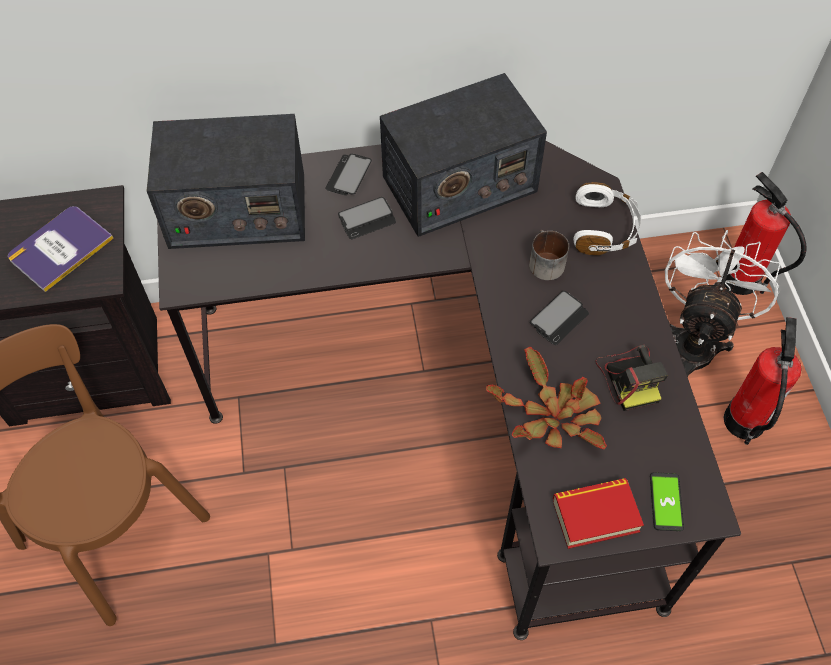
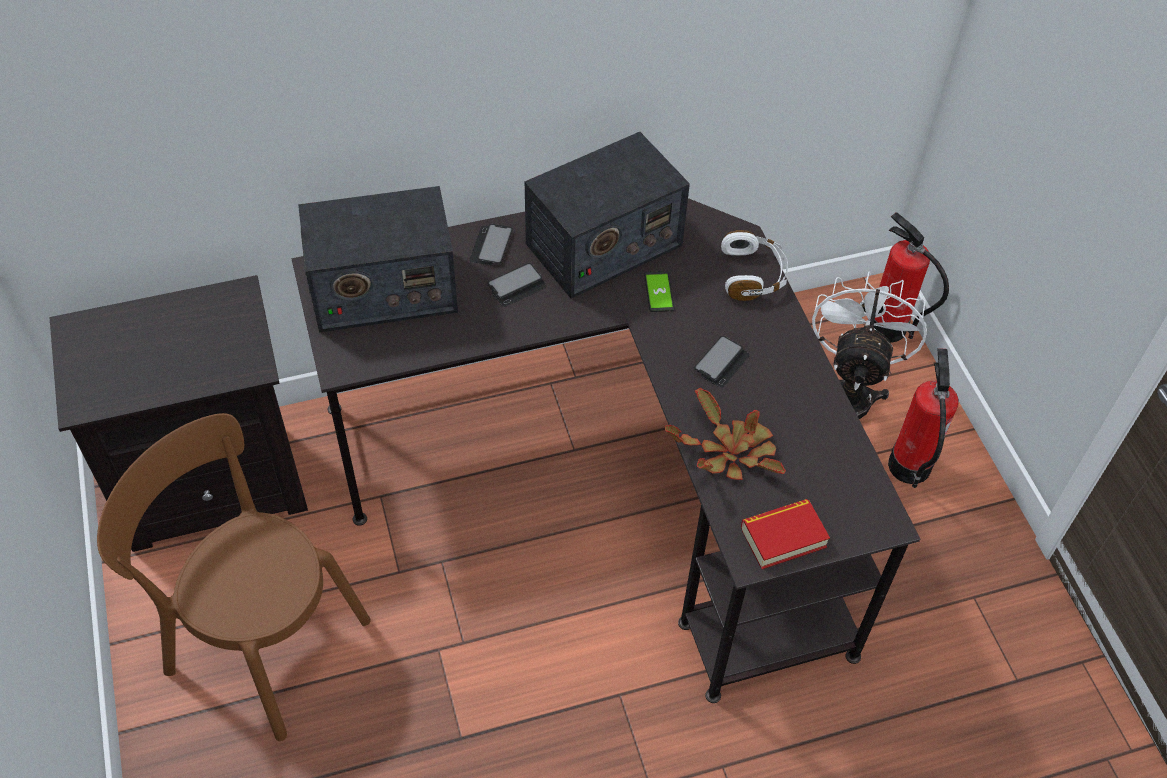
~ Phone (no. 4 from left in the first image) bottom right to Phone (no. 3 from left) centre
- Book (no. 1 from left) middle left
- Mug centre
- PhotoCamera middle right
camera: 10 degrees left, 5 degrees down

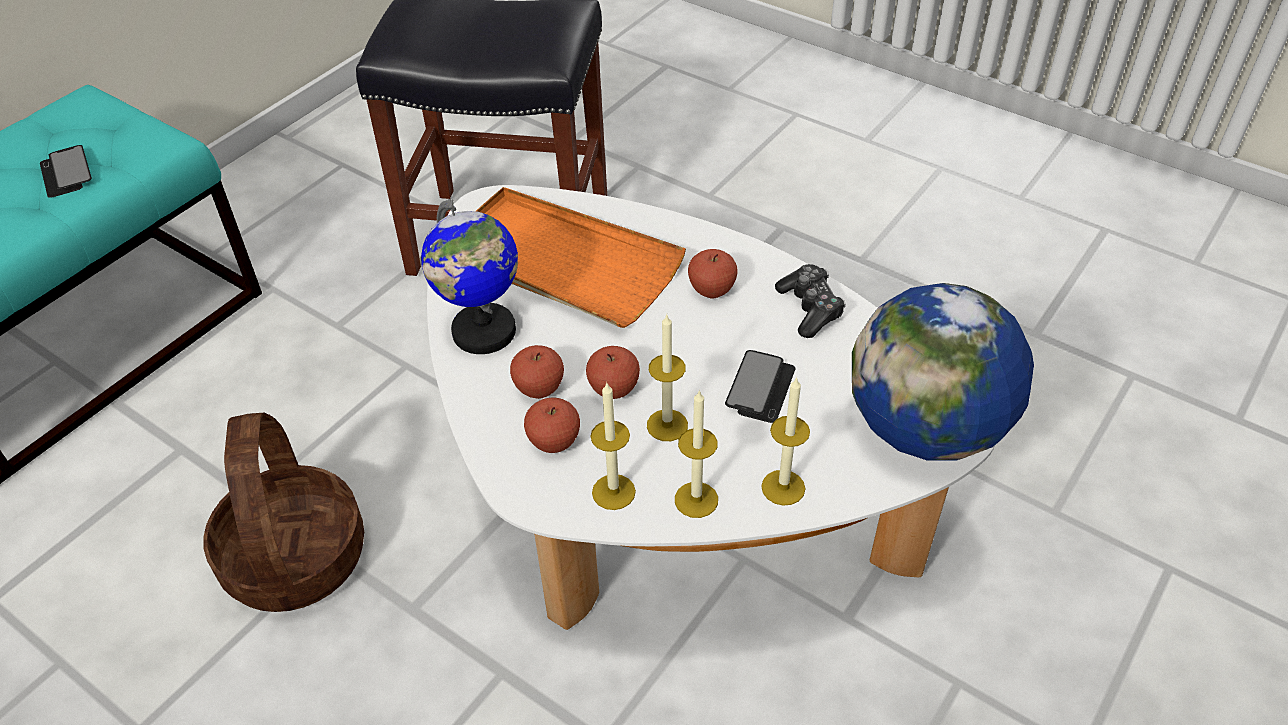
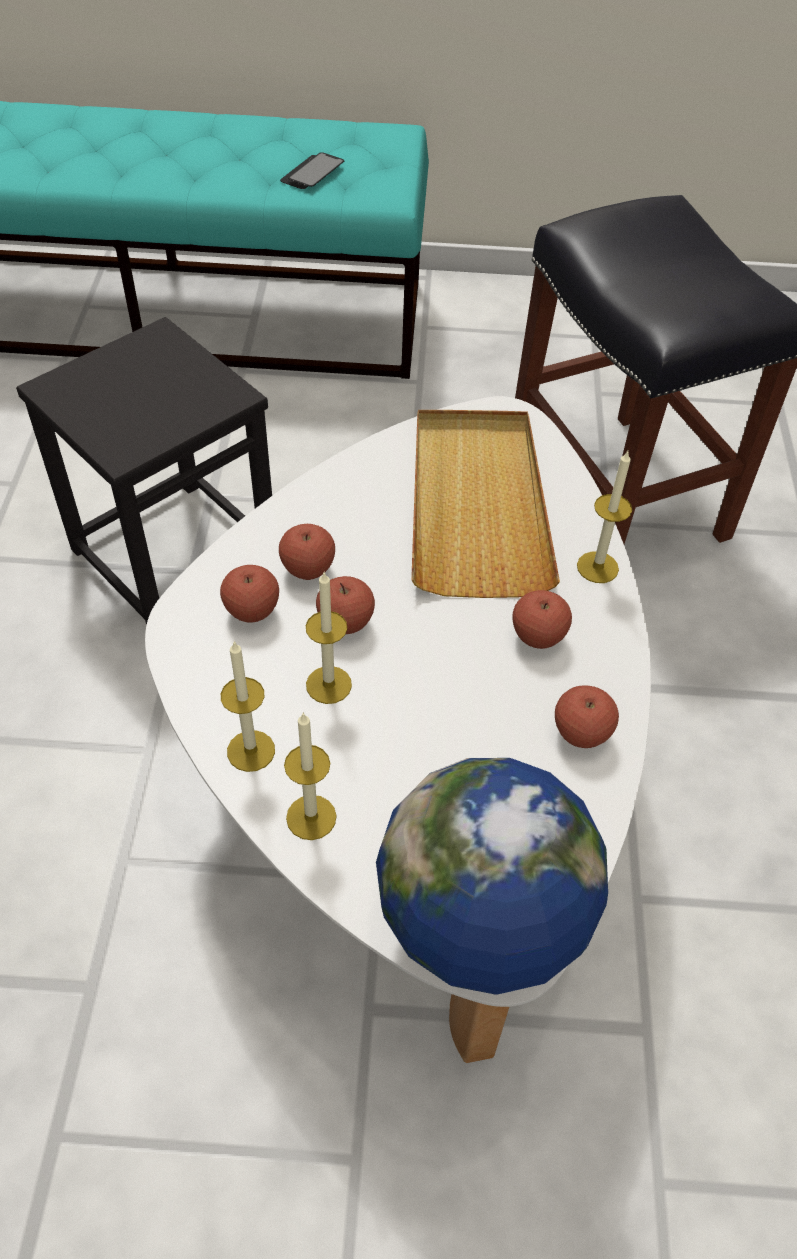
~ Basket bottom left to BlackStool (no. 1 from left) middle left
~ OrangeTray centre to BeigeTray centre
~ GameController centre to Apple (no. 5 from left) middle right
~ Candle (no. 1 from left in the first image) centre to Candle (no. 4 from left) middle right
- Globe (no. 1 from left) centre
- Phone (no. 2 from left) centre
camera: 55 degrees right, 5 degrees up

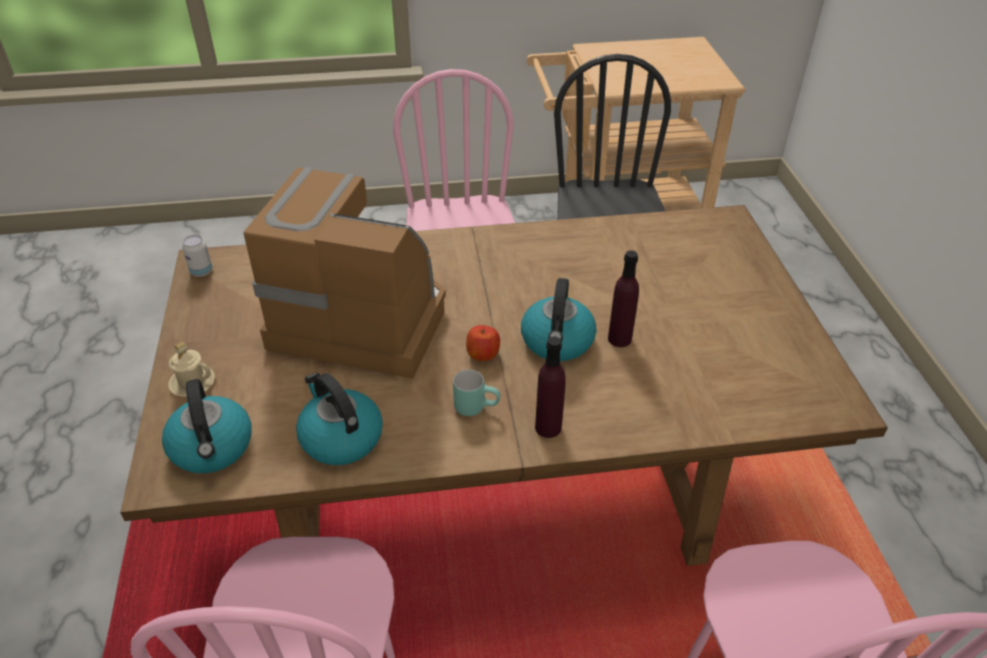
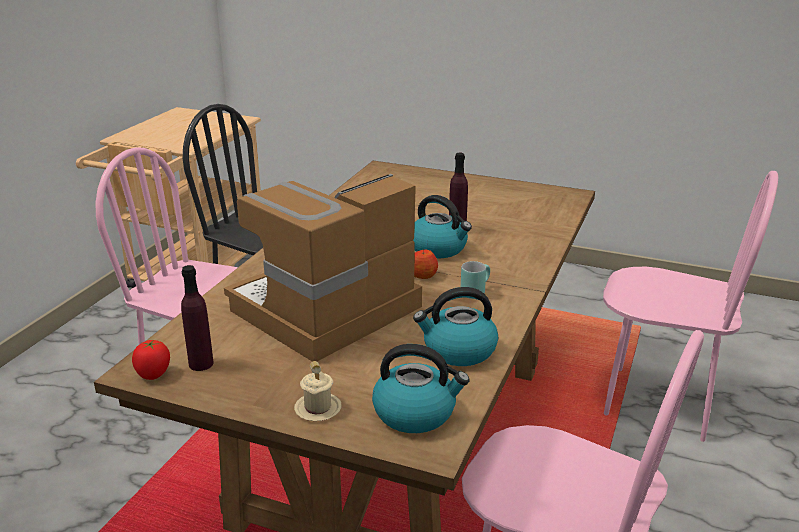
~ Can middle left to Tomato bottom left
~ PurpleBottle (no. 1 from left) centre to middle left
camera: 60 degrees left, 15 degrees down

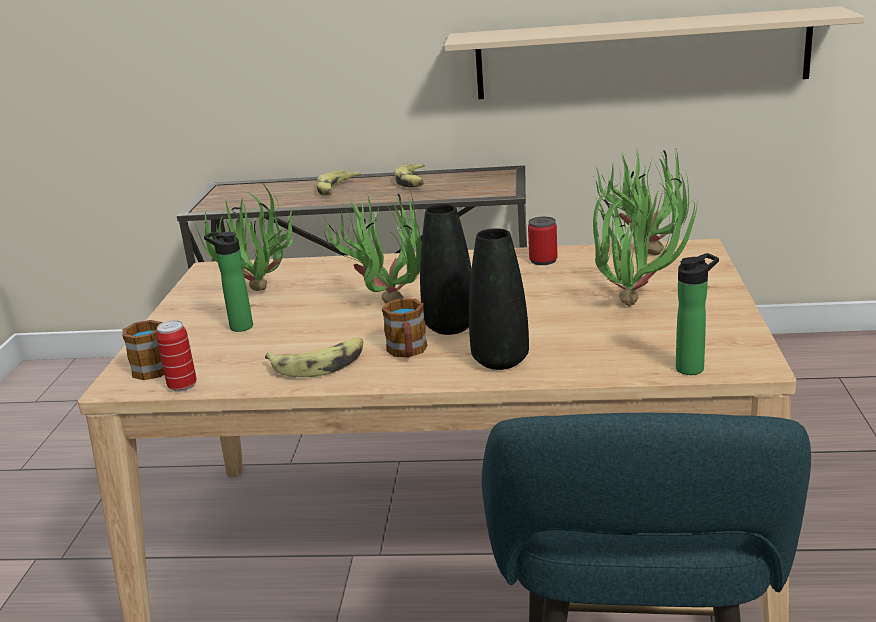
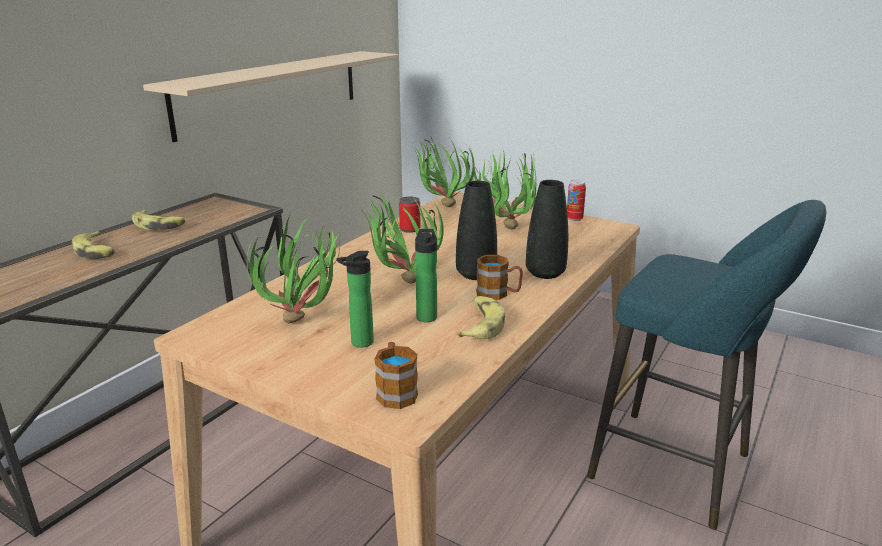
~ Bottle (no. 2 from left) middle right to centre
~ Can (no. 1 from left in the first image) middle left to Can (no. 2 from left) centre
camera: 65 degrees left, 0 degrees up

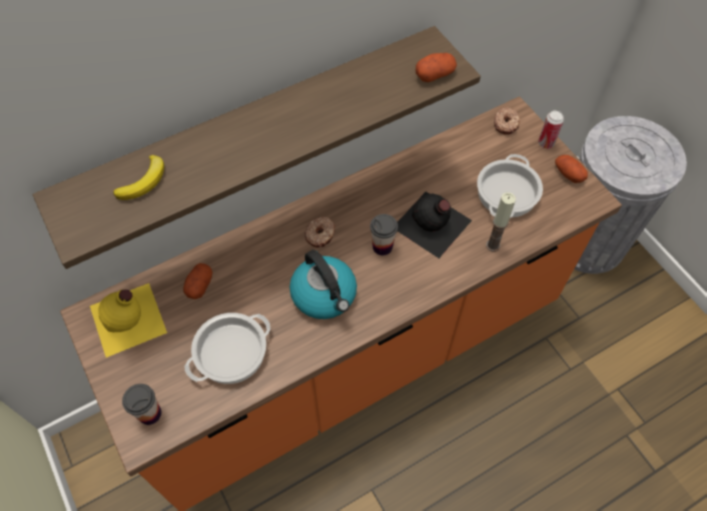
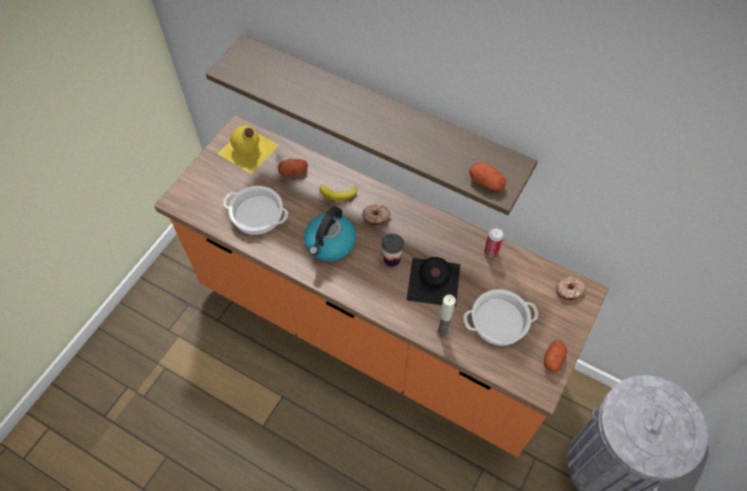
~ Banana middle left to centre
~ Can top right to centre
- Cup (no. 1 from left) bottom left
camera: 60 degrees right, 0 degrees up

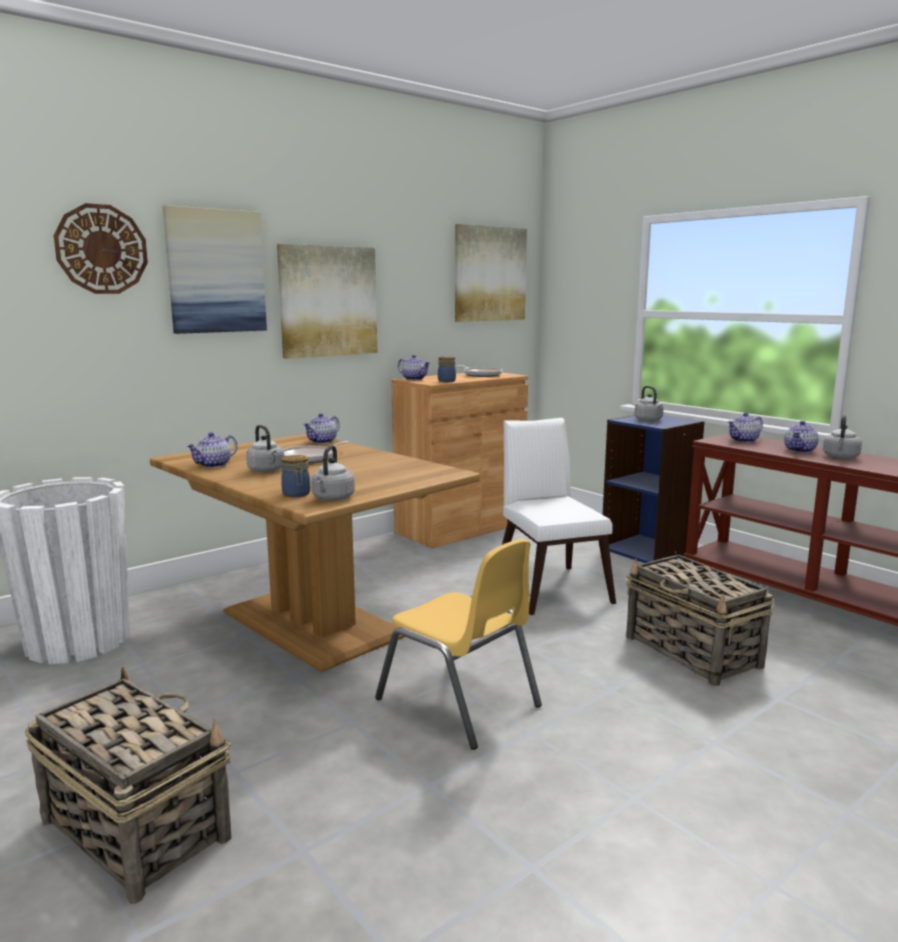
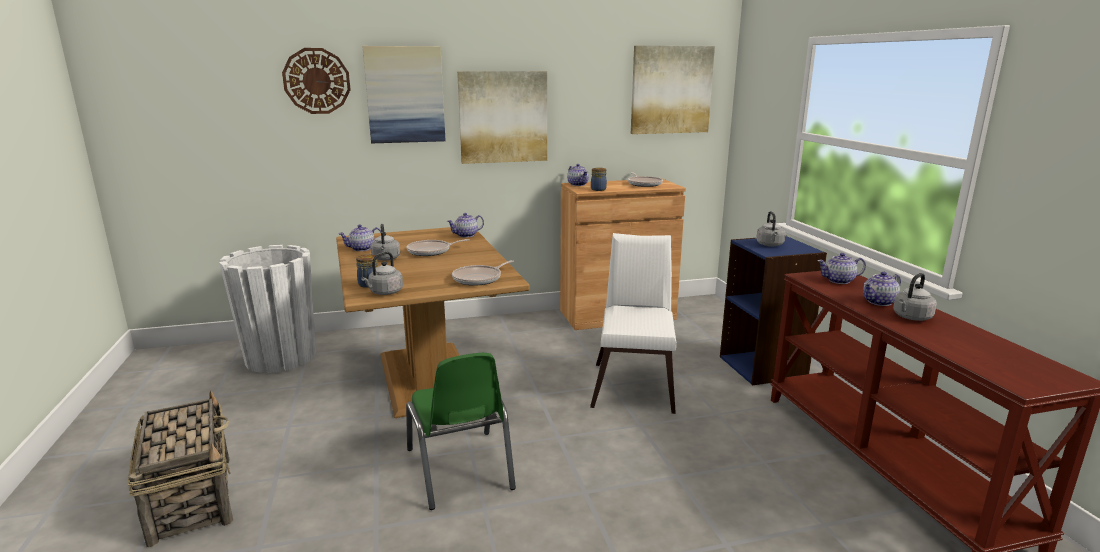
~ YellowChair bottom centre to GreenChair bottom centre
+ FryingPan (no. 2 from left) centre
- Basket (no. 2 from left) middle right
camera: 25 degrees right, 5 degrees up

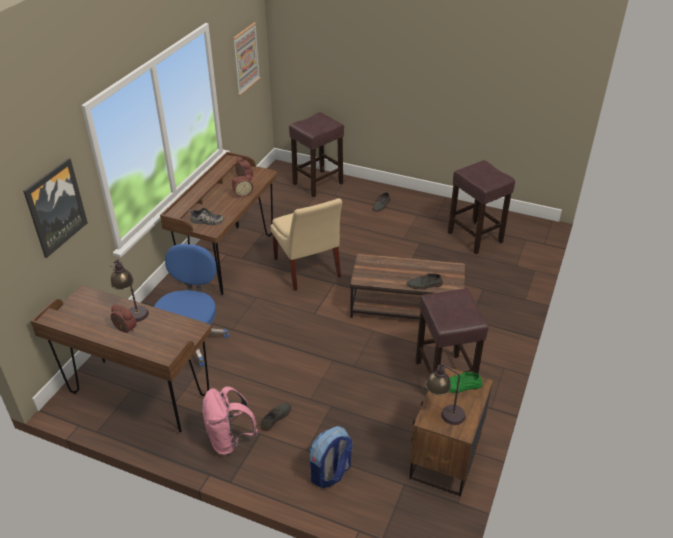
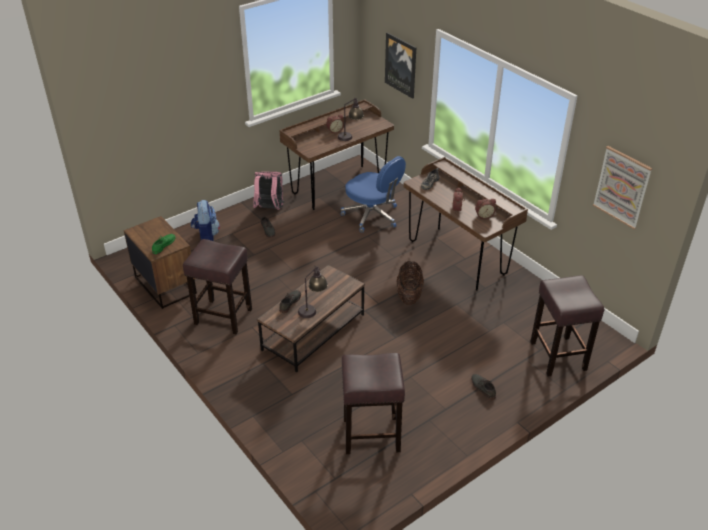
~ TableLamp (no. 2 from left in the first image) bottom centre to TableLamp (no. 1 from left) centre
~ BeigeChair centre to Basket centre
camera: 120 degrees right, 0 degrees up

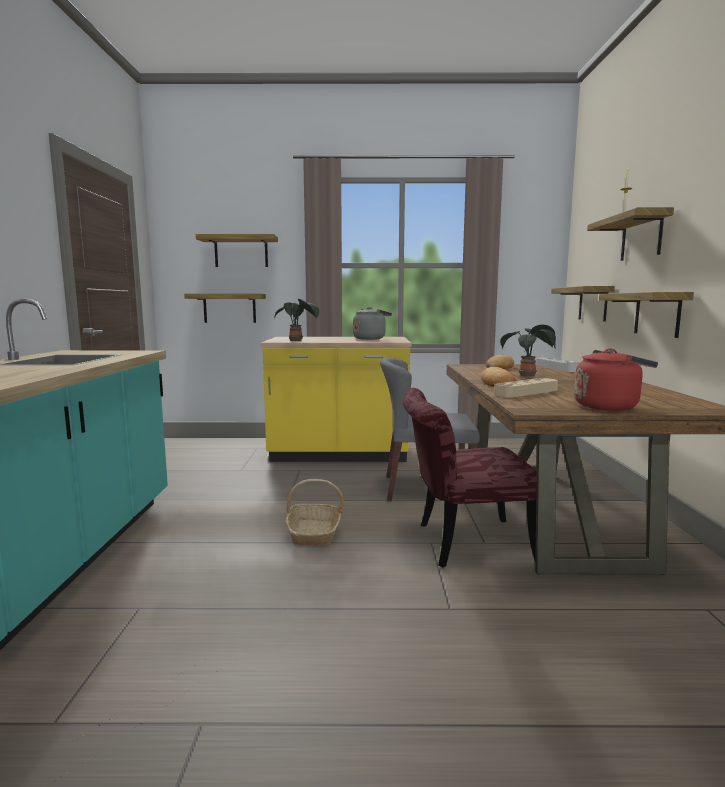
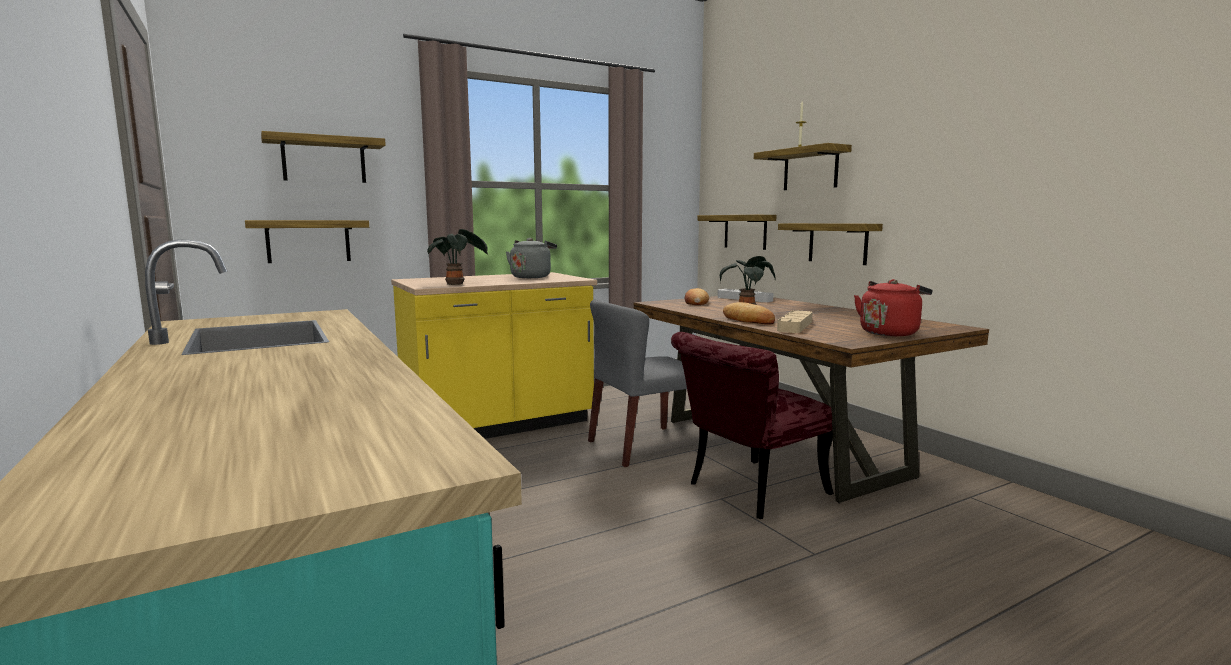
- Basket centre
camera: 30 degrees left, 0 degrees up

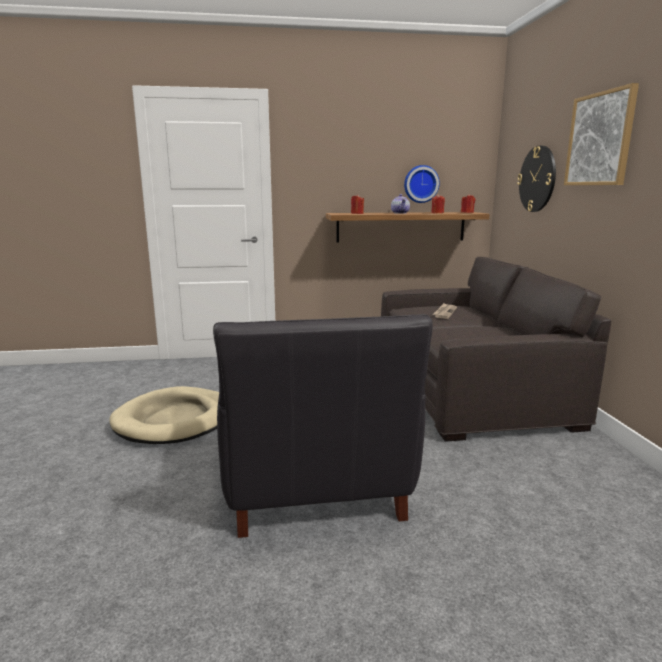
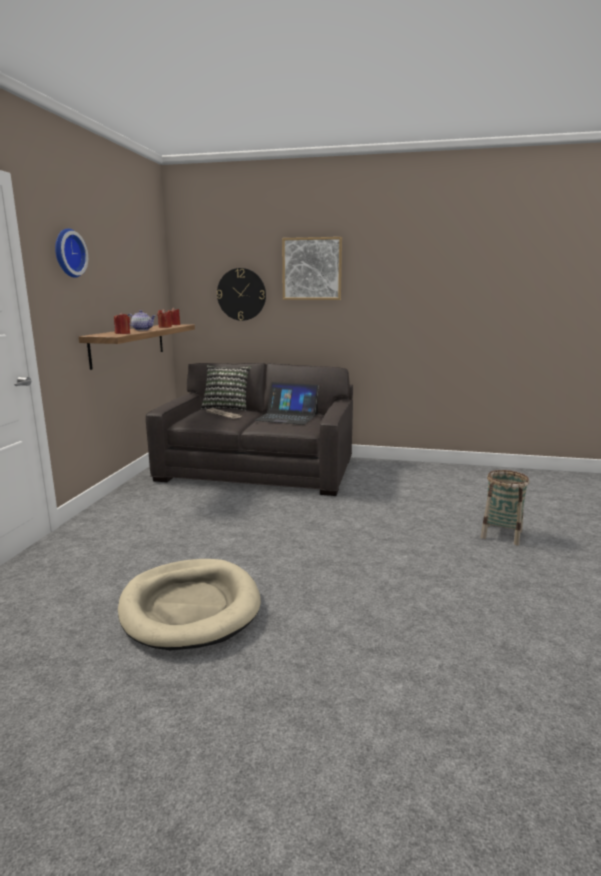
~ WallClock (no. 1 from left) top centre to top left
+ Pillow centre
+ Laptop centre
+ Basket middle right
- BlackArmchair centre
camera: 70 degrees left, 0 degrees up

